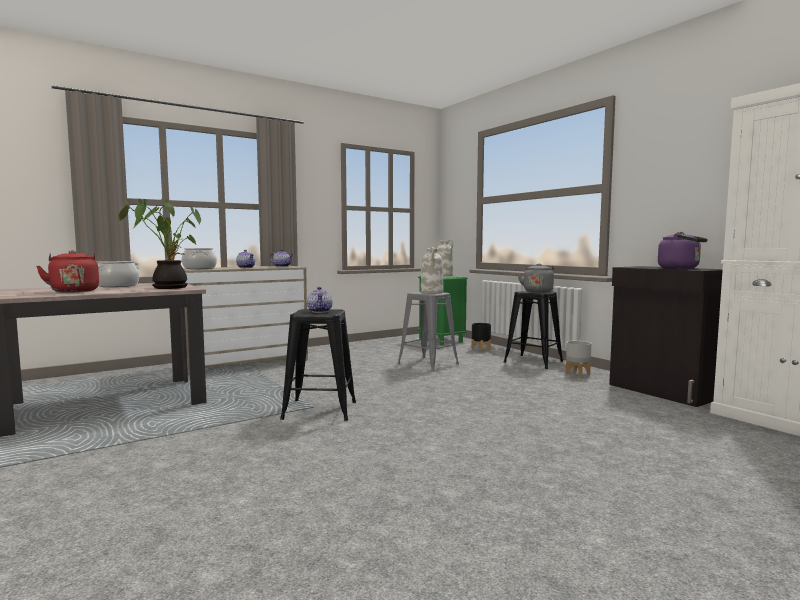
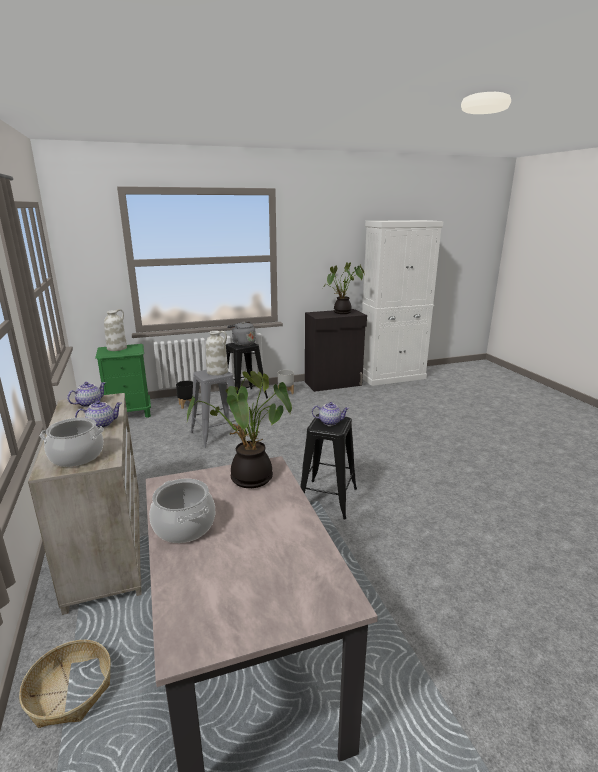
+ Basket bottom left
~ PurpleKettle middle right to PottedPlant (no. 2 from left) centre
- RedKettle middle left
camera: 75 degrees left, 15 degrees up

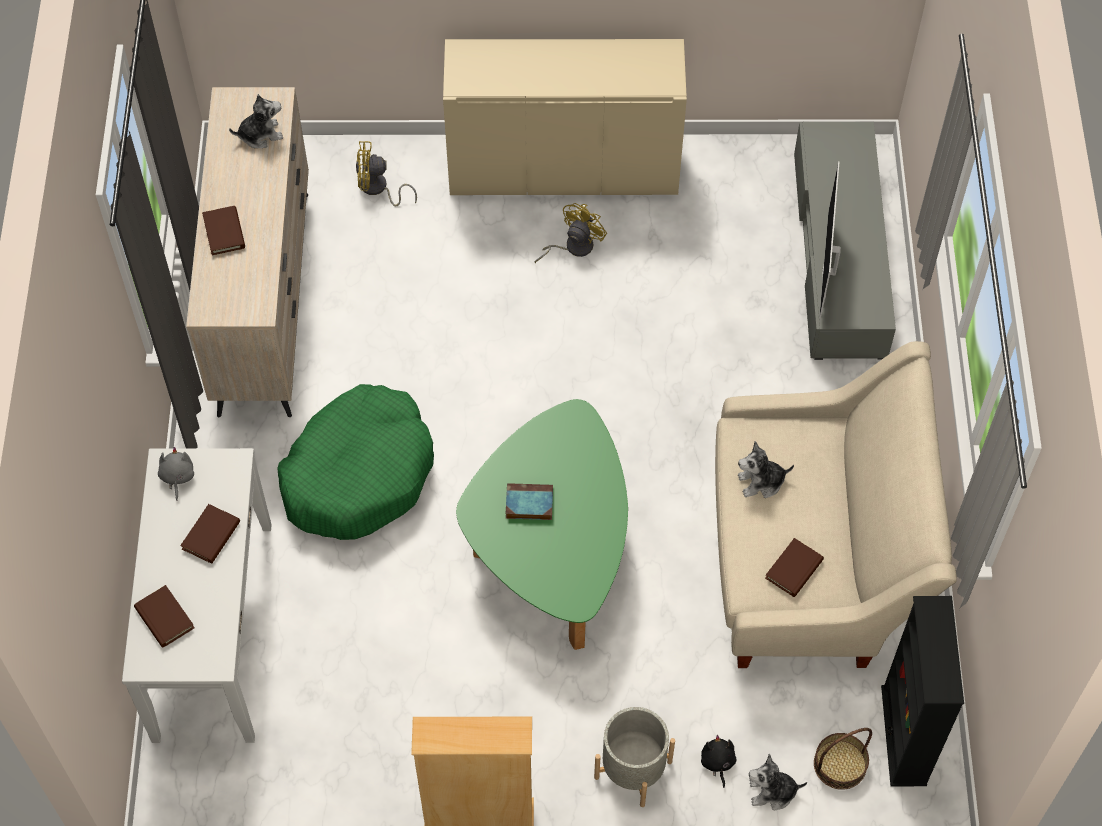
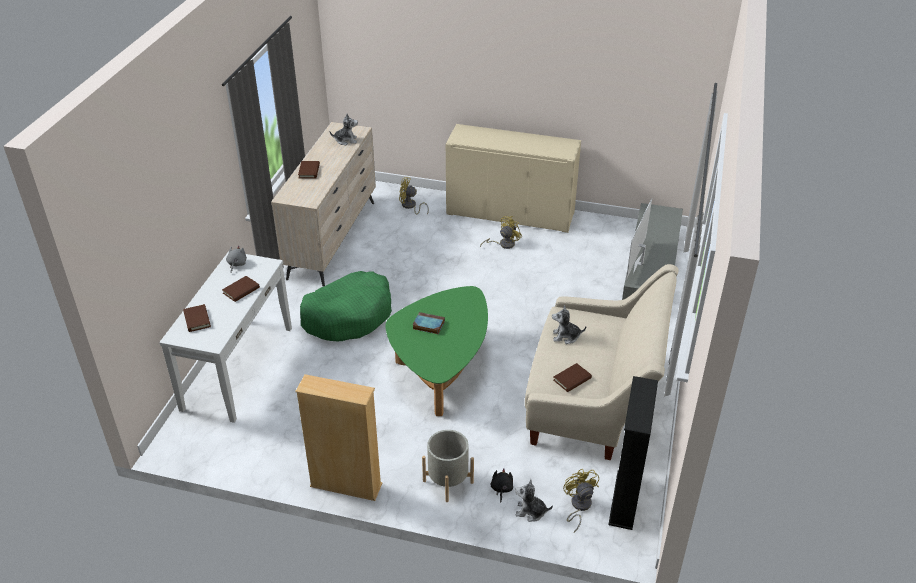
~ Basket bottom right to YellowFan (no. 3 from left) bottom centre
camera: 15 degrees right, 20 degrees down

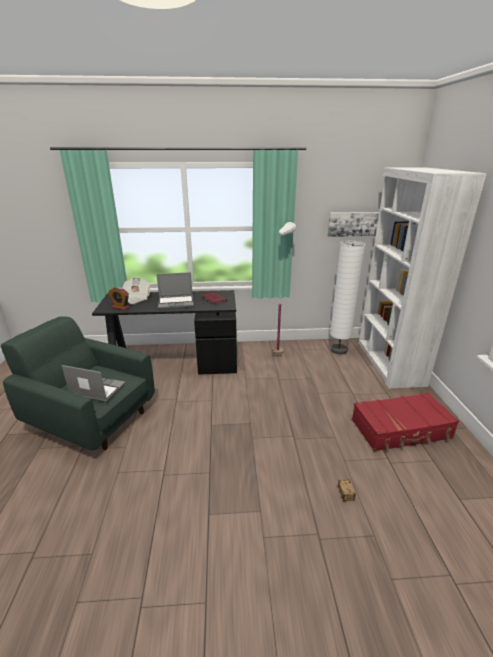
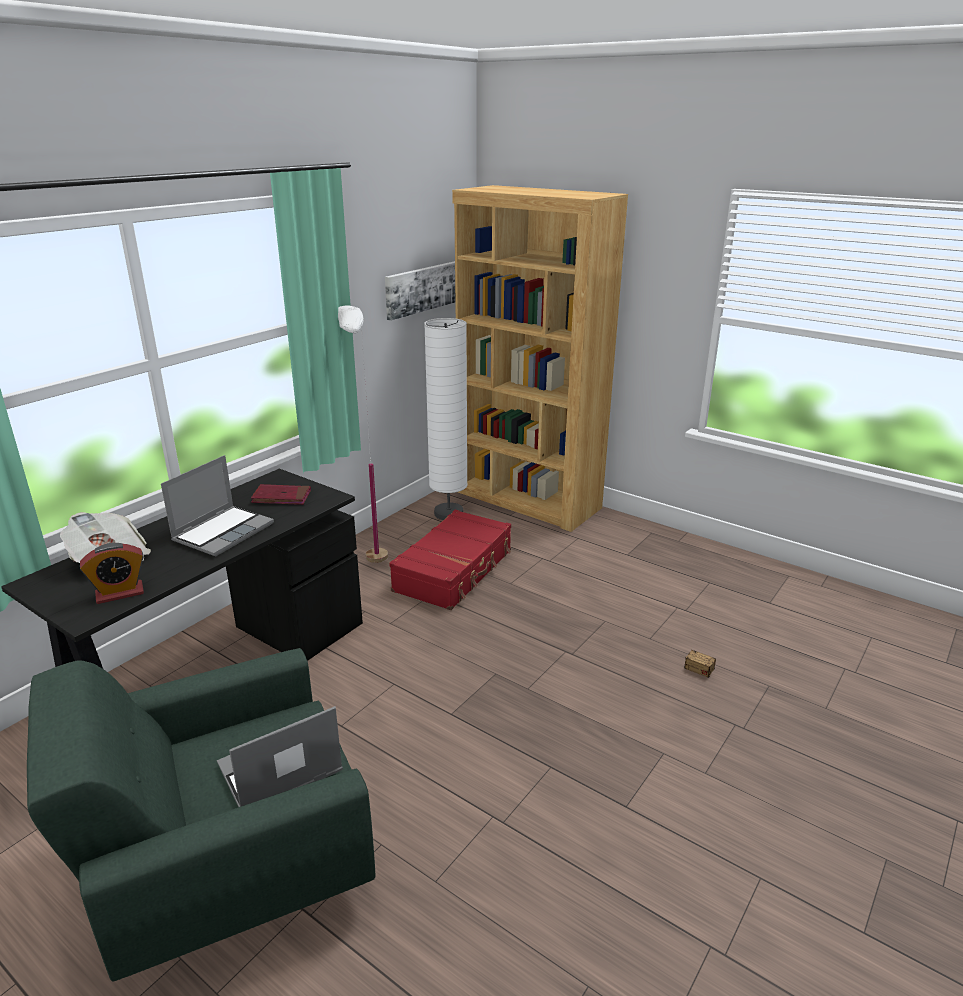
~ RedSuitcase middle right to centre
~ WhiteBookcase middle right to BrownBookcase centre
camera: 50 degrees left, 0 degrees up

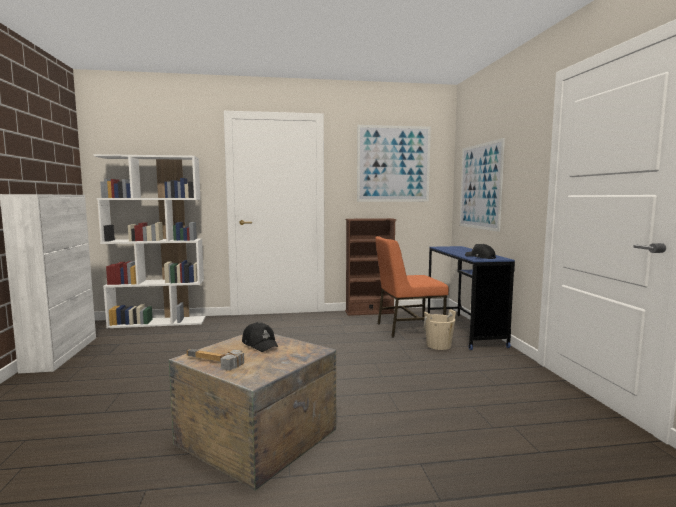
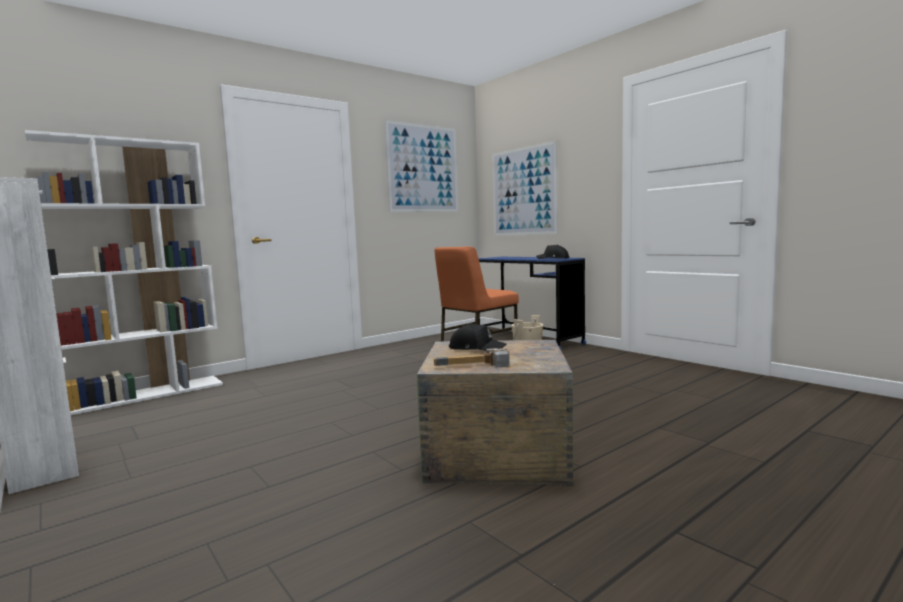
- BrownBookcase centre
camera: 30 degrees left, 0 degrees up

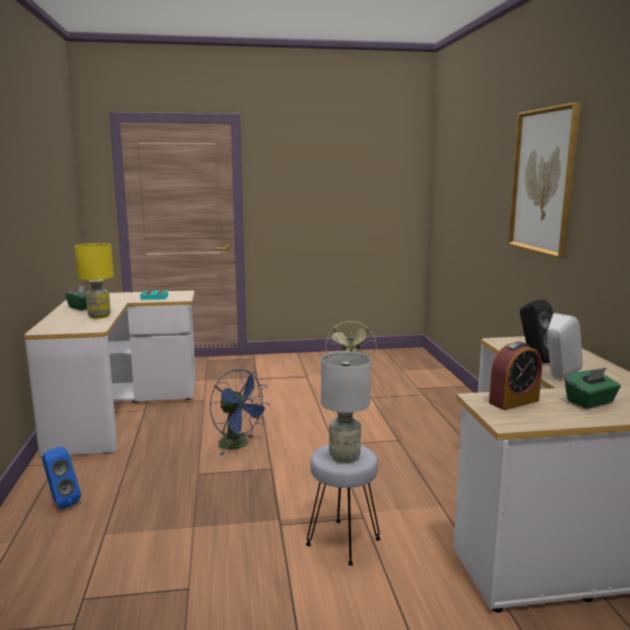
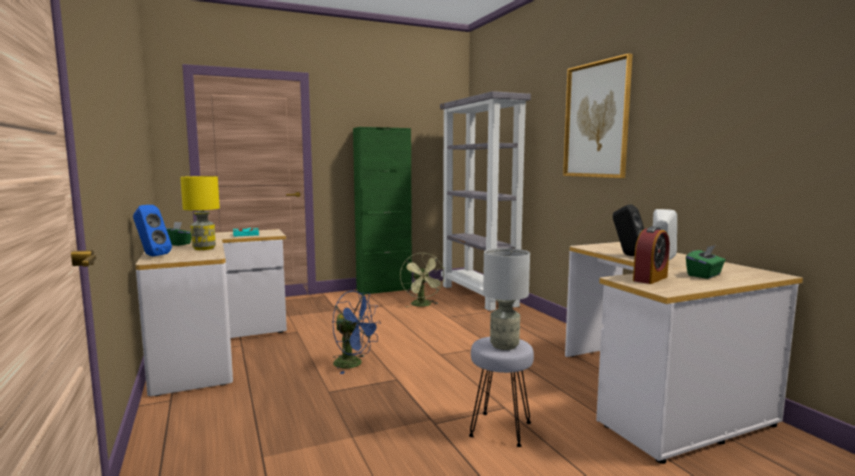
~ BlueSpeaker bottom left to middle left
+ GreenCabinet centre
+ GreyBookcase centre
camera: 15 degrees left, 5 degrees down

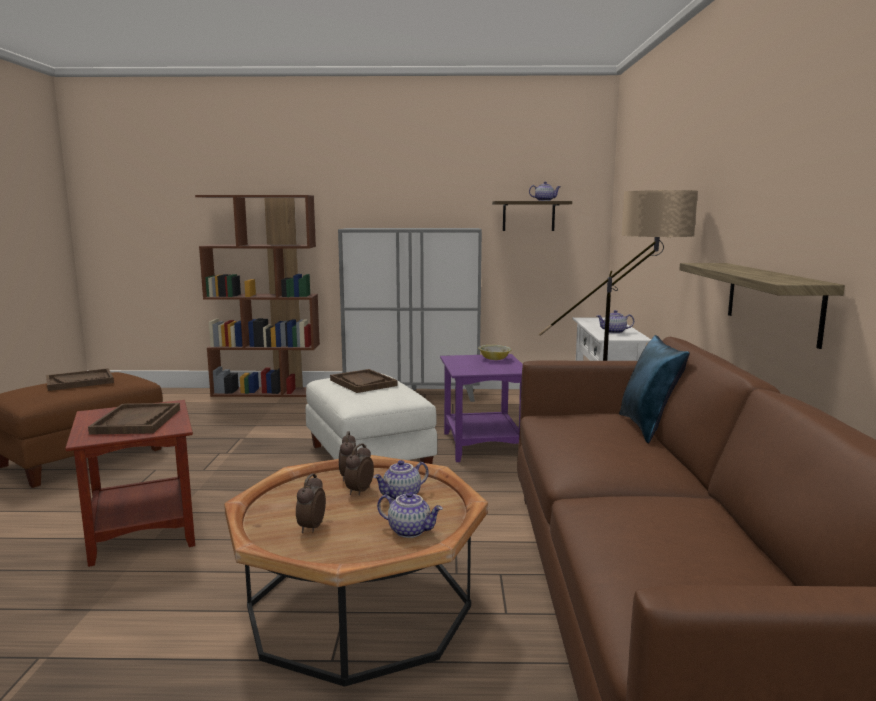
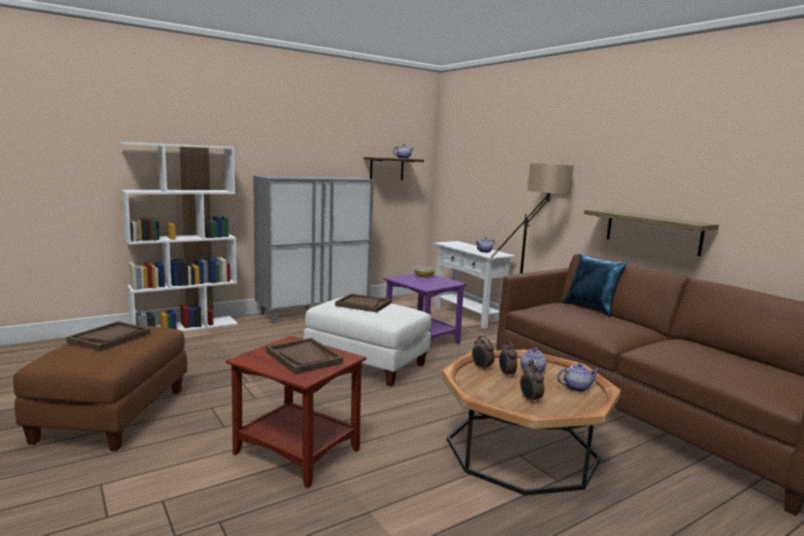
~ BrownBookcase middle left to WhiteBookcase middle left
camera: 35 degrees left, 0 degrees up

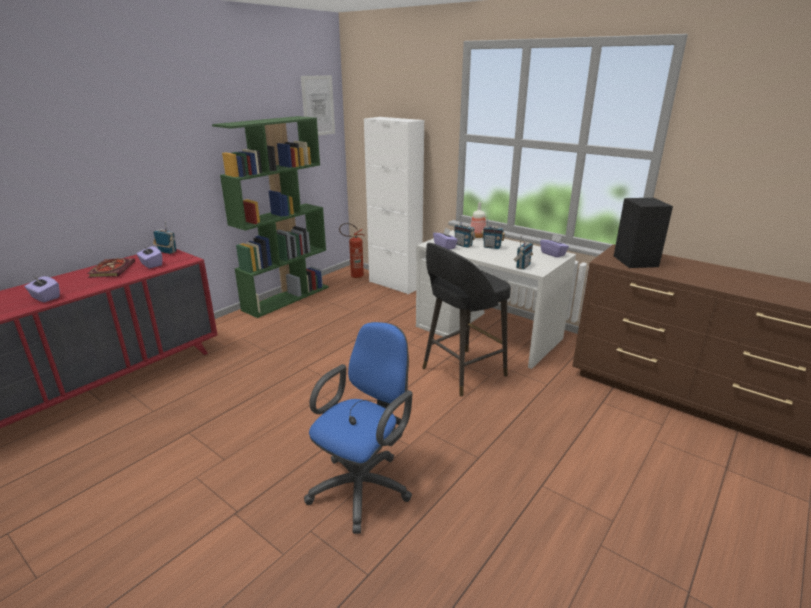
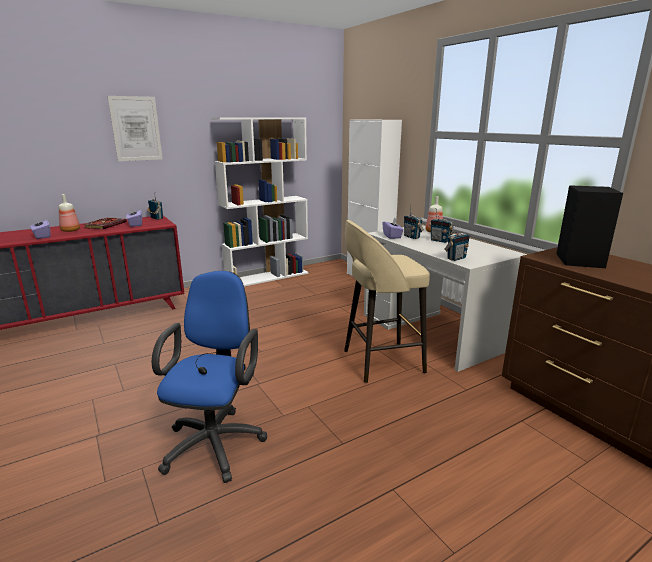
+ Bottle (no. 1 from left) middle left
~ Picture top centre to top left
~ BlueOfficeChair bottom centre = bottom left 45 degrees counterclockwise
~ GreenBookcase middle left to WhiteBookcase centre
~ BlackStool centre to BeigeStool centre
- FireExtinguisher centre
- PurpleTissueBox (no. 4 from left) middle right
camera: 20 degrees right, 5 degrees down

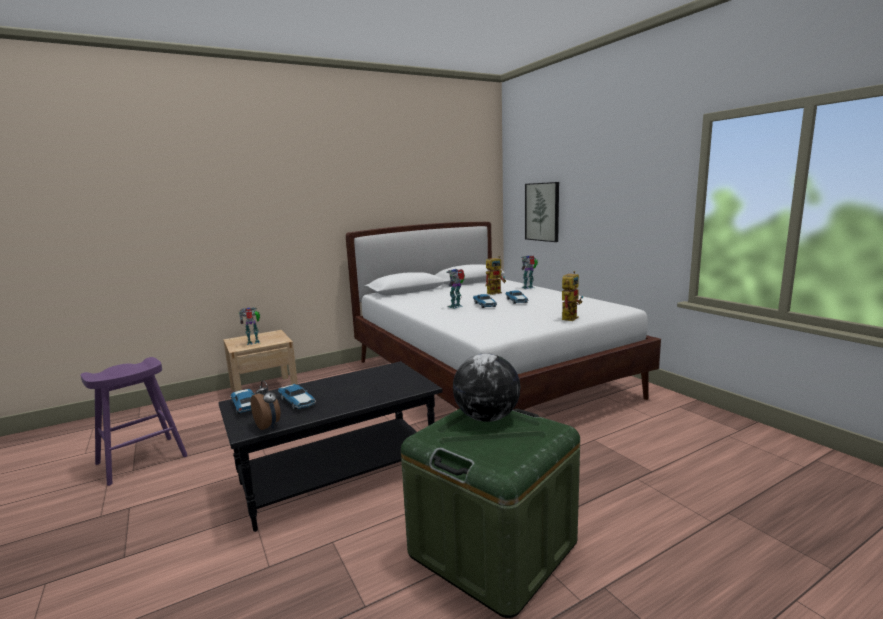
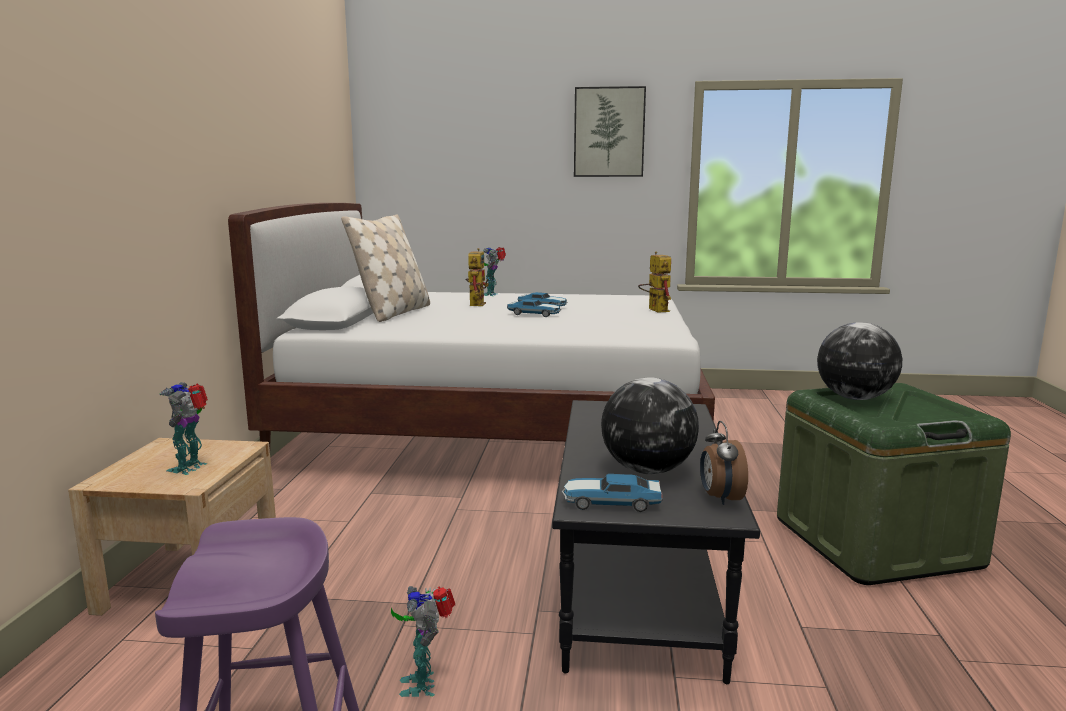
+ BeigePillow centre
~ ToyRobot (no. 2 from left) centre to bottom centre
~ Picture centre to top centre
~ ToyCar (no. 2 from left) centre to Globe (no. 1 from left) centre
~ AlarmClock middle left = middle right 90 degrees counterclockwise
camera: 55 degrees left, 0 degrees up

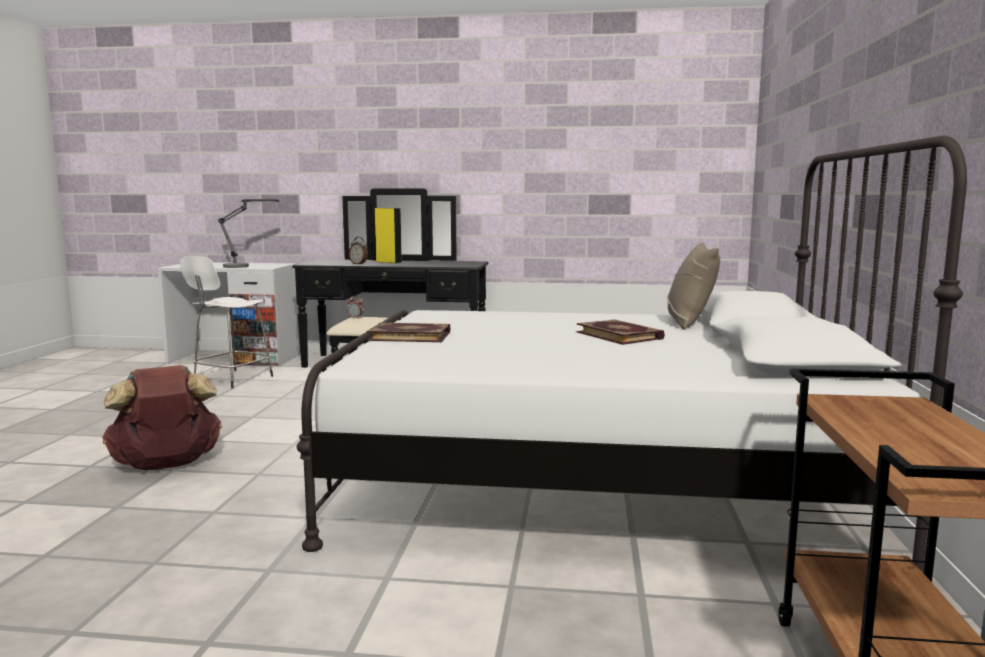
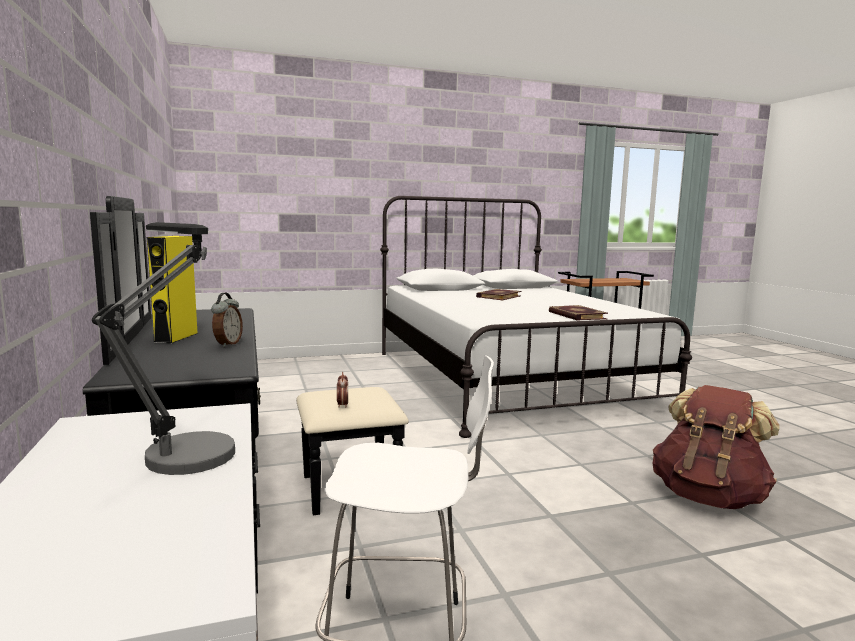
- BeigePillow middle right
camera: 115 degrees left, 0 degrees up

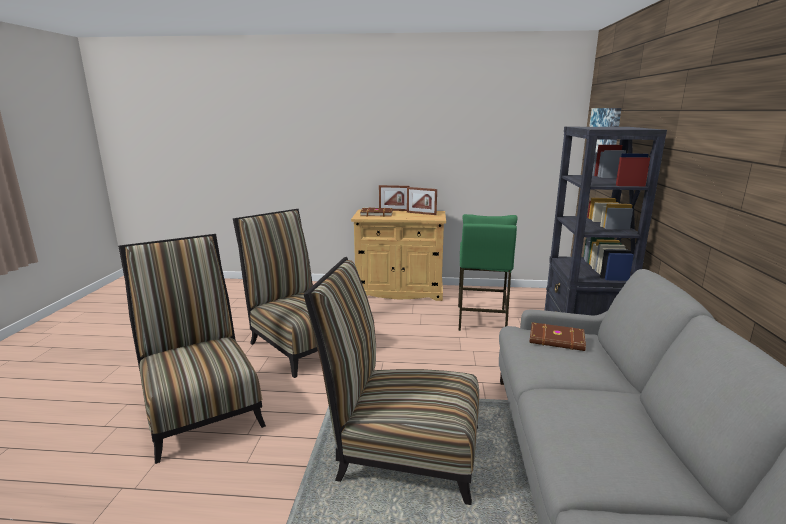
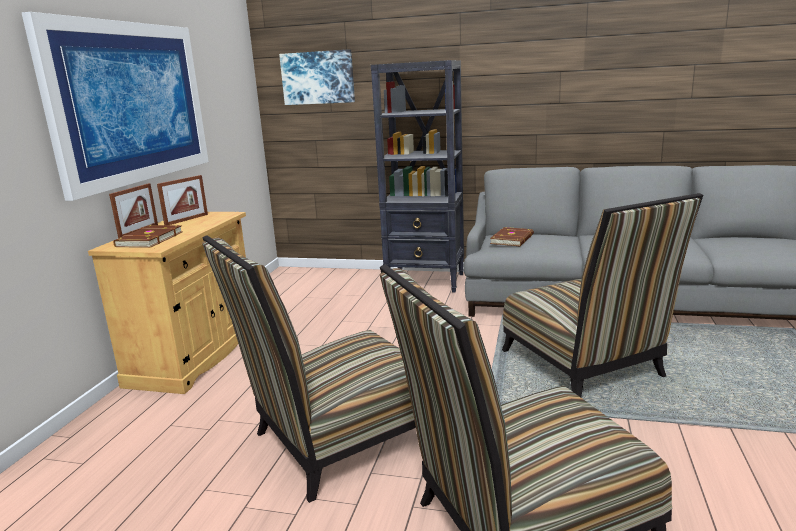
+ Picture (no. 1 from left) top left
~ Chair (no. 3 from left) bottom centre = middle right 45 degrees counterclockwise
- GreenStool centre
camera: 80 degrees left, 0 degrees up

